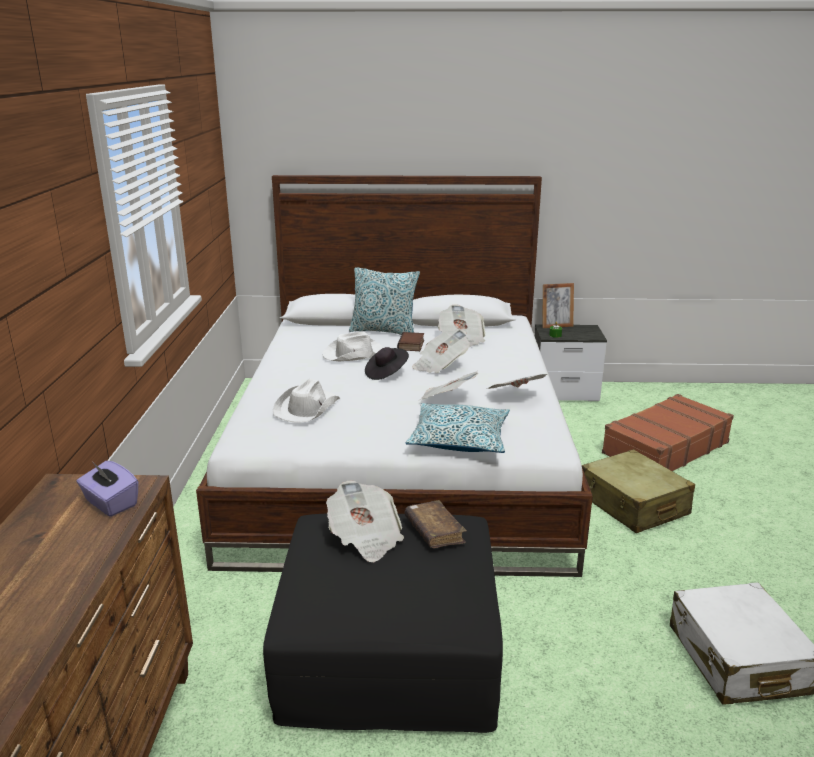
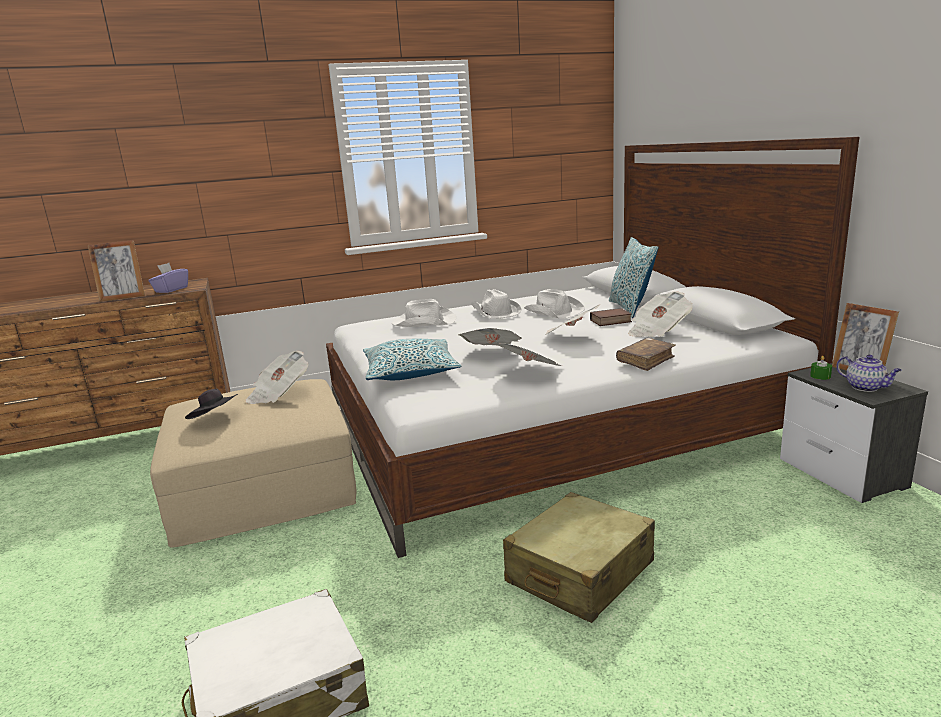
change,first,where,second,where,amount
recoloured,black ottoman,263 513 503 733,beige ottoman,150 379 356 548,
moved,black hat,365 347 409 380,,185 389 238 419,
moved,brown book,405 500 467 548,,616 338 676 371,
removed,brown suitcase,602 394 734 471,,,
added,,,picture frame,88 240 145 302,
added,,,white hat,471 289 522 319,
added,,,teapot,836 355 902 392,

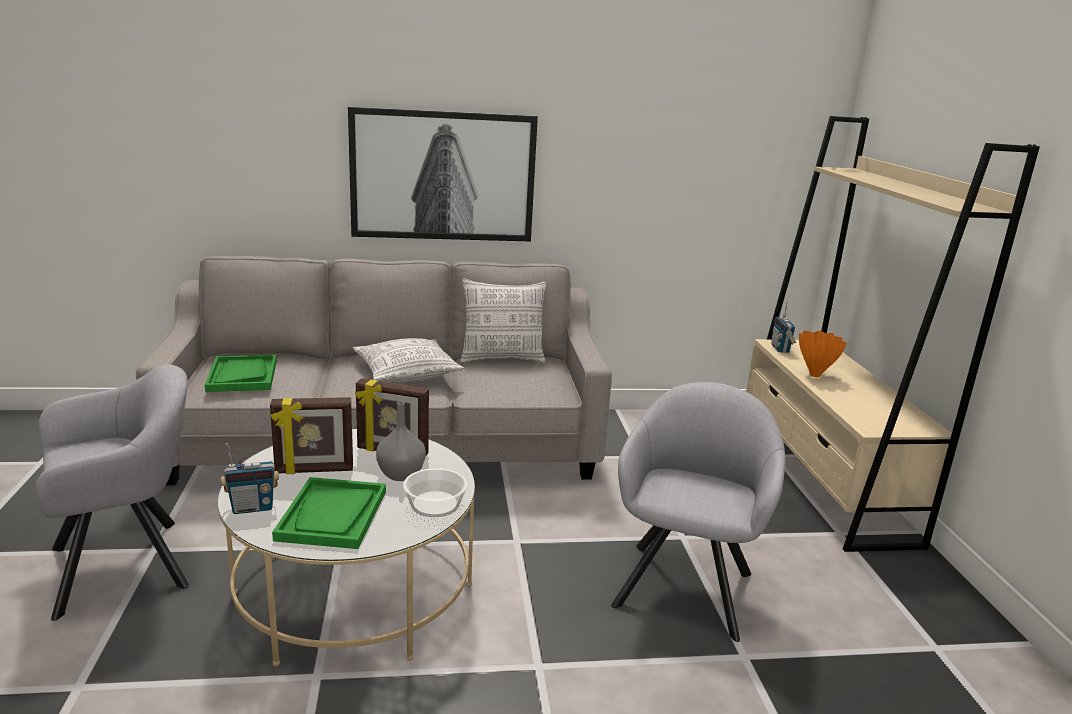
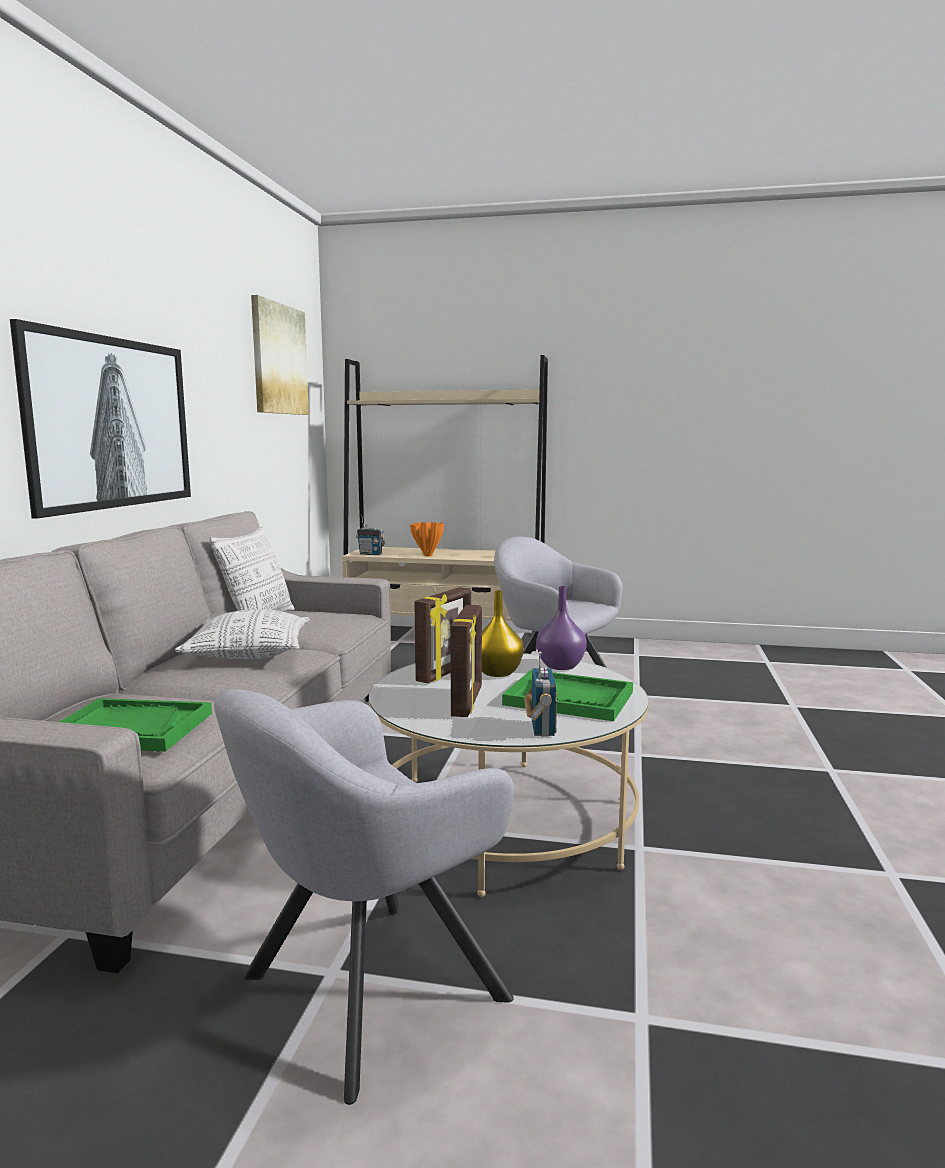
change,first,where,second,where,amount
turned,grey armchair,35 364 189 621,,214 689 514 1105,120 degrees counterclockwise
recoloured,grey vase,376 402 426 481,yellow vase,482 590 524 677,
replaced,bowl,403 468 467 517,purple vase,536 586 587 670,
added,,,picture,251 295 309 415,

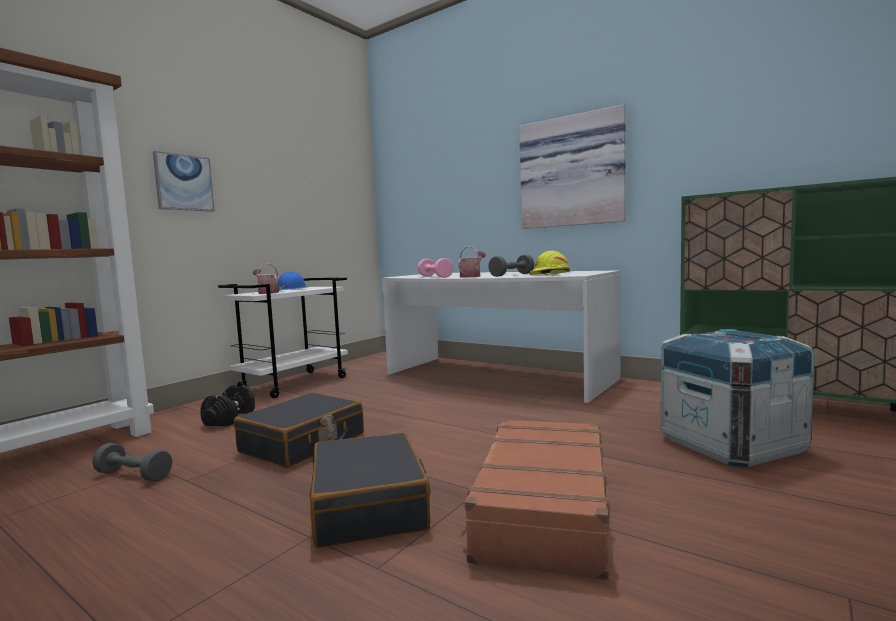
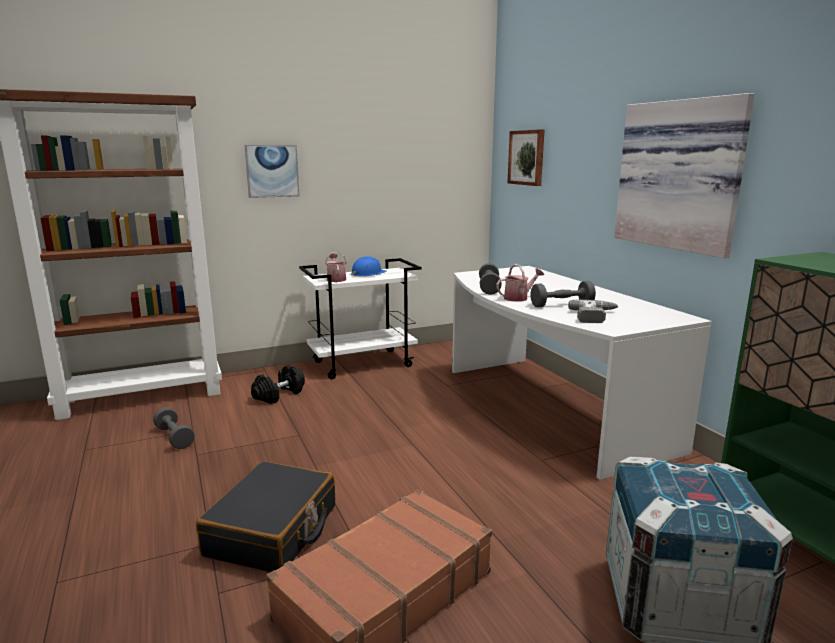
change,first,where,second,where,amount
removed,black suitcase,234 393 364 468,,,
recoloured,pink dumbbell,418 258 454 278,grey dumbbell,479 263 502 295,
replaced,yellow hard hat,529 251 570 275,power drill,568 299 618 323,
added,,,picture,507 129 545 186,

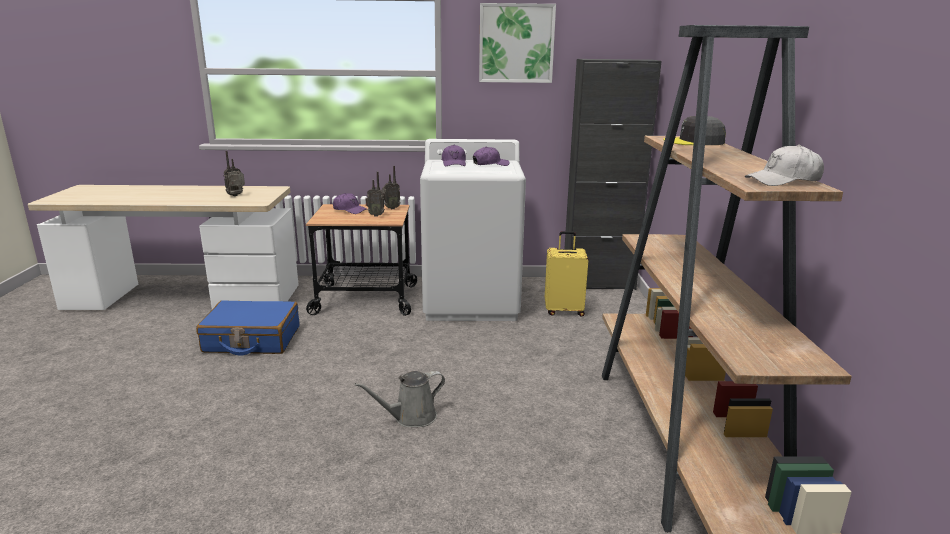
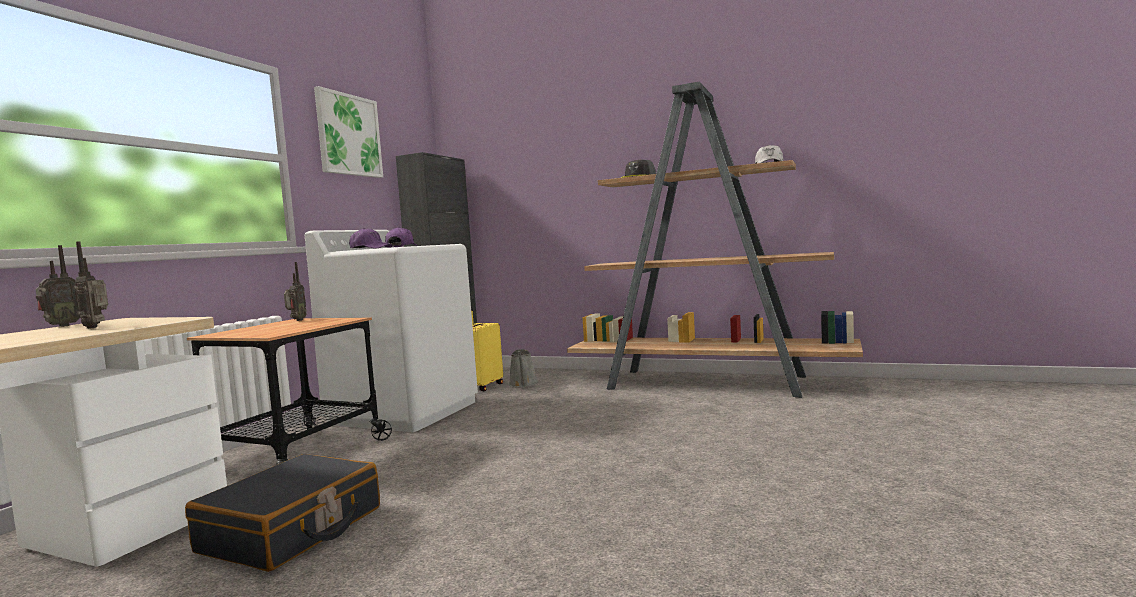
change,first,where,second,where,amount
recoloured,blue suitcase,196 300 299 355,black suitcase,185 454 380 572,
removed,purple cap,333 193 368 214,,,
moved,grey watering can,355 371 445 427,,508 349 538 387,
moved,radio,365 172 385 217,,35 245 80 327,

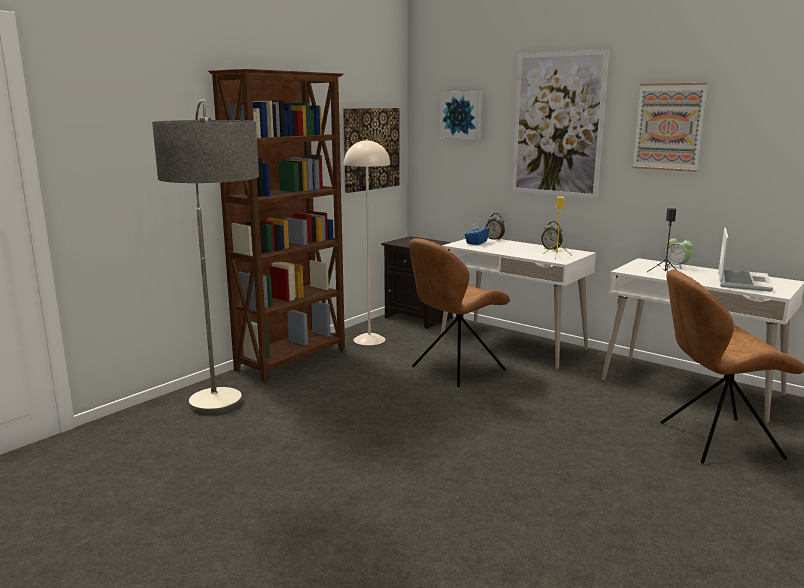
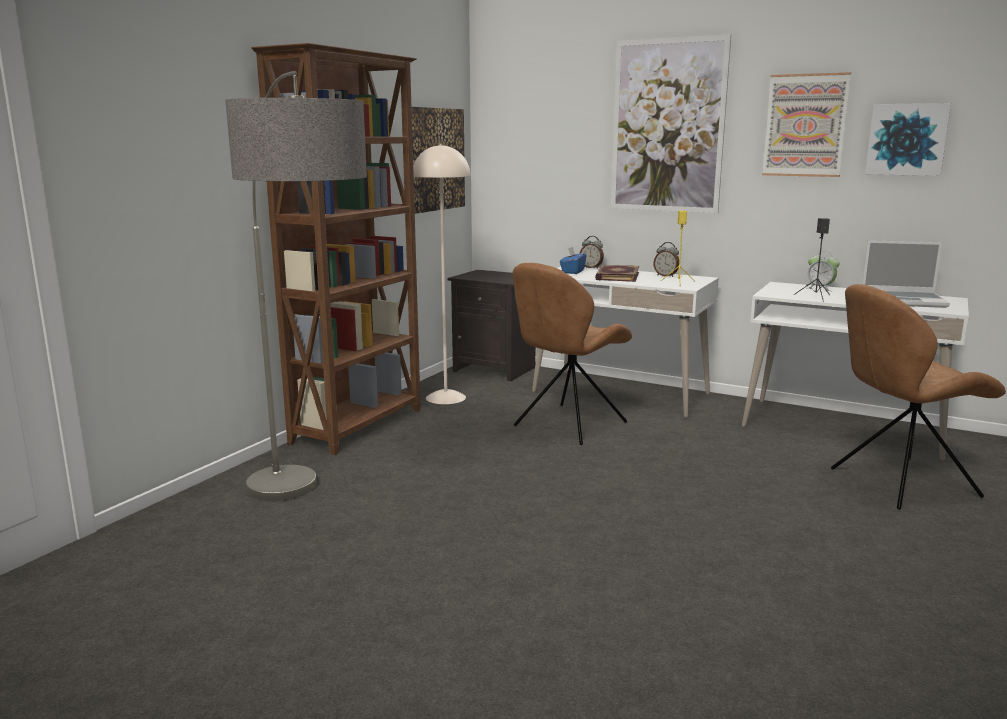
change,first,where,second,where,amount
moved,picture,440 91 483 140,,865 103 951 176,
turned,laptop,718 227 773 292,,862 240 950 308,90 degrees clockwise
added,,,book,595 265 639 282,

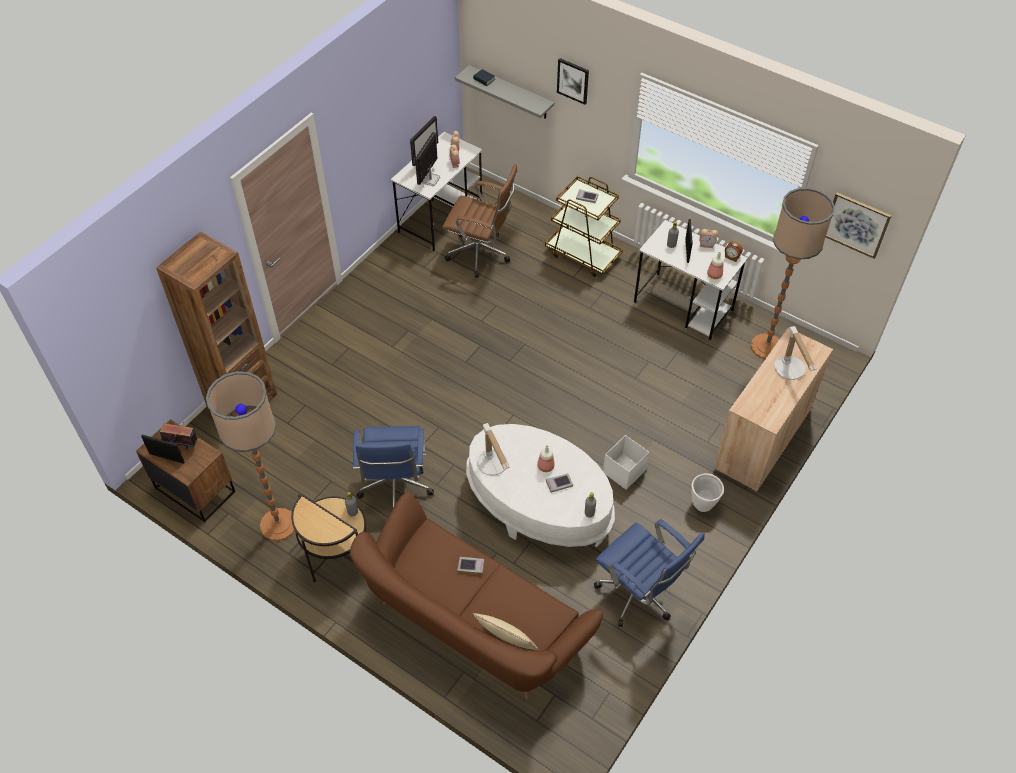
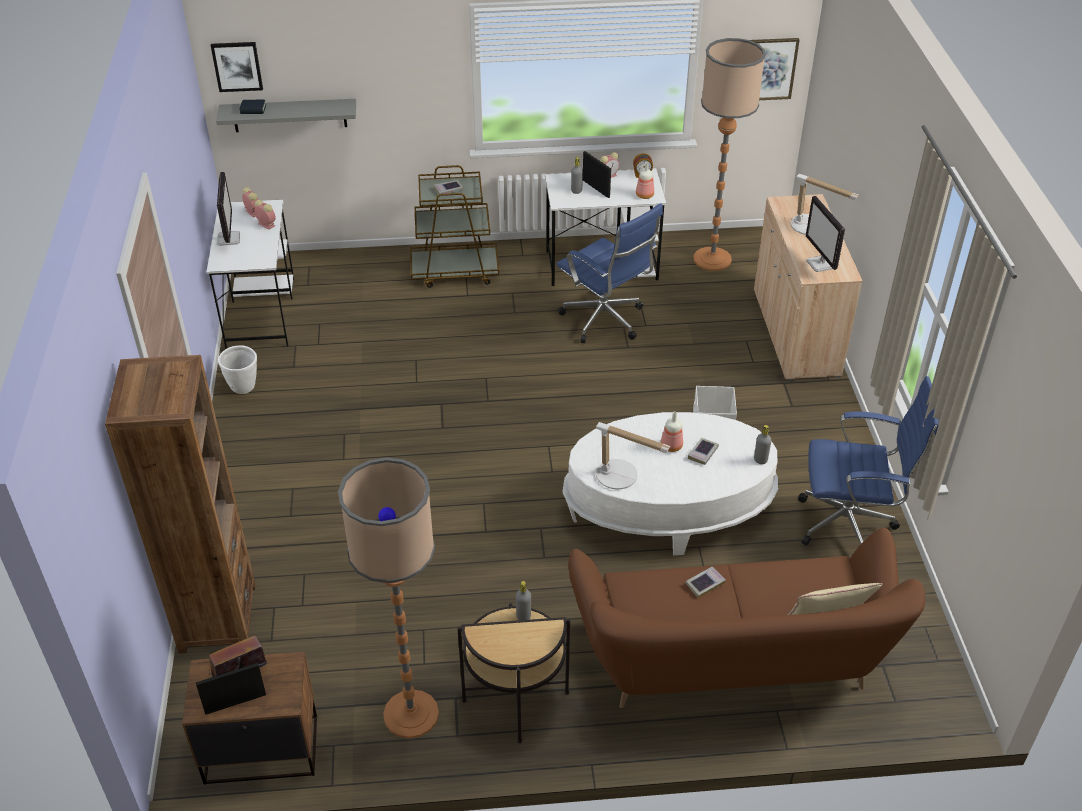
change,first,where,second,where,amount
moved,blue office chair,353 426 434 507,,557 203 663 343,
moved,monitor,415 132 440 186,,806 196 845 272,
removed,brown office chair,442 164 518 278,,,
moved,picture,557 58 589 105,,211 42 263 92,
moved,white planter,691 473 724 512,,218 345 257 394,

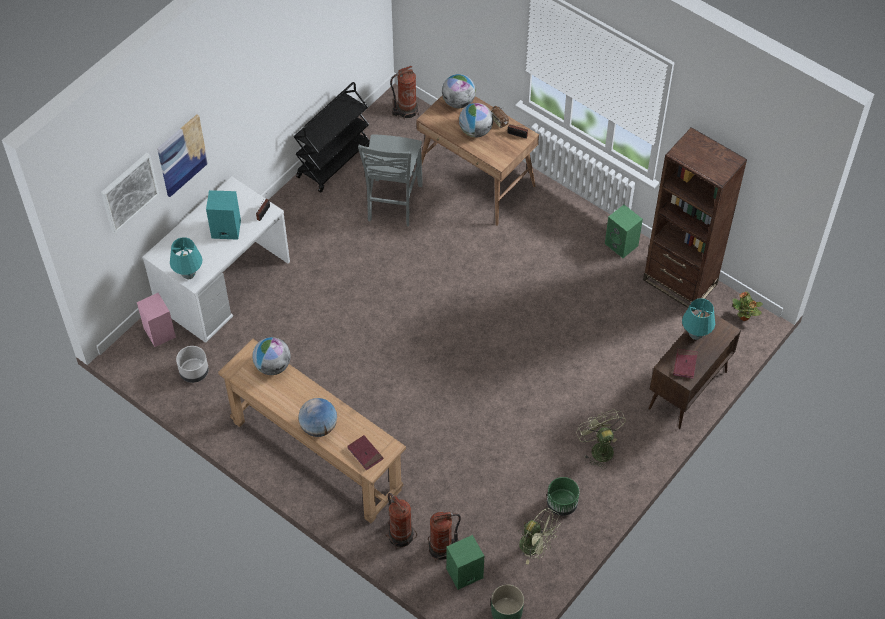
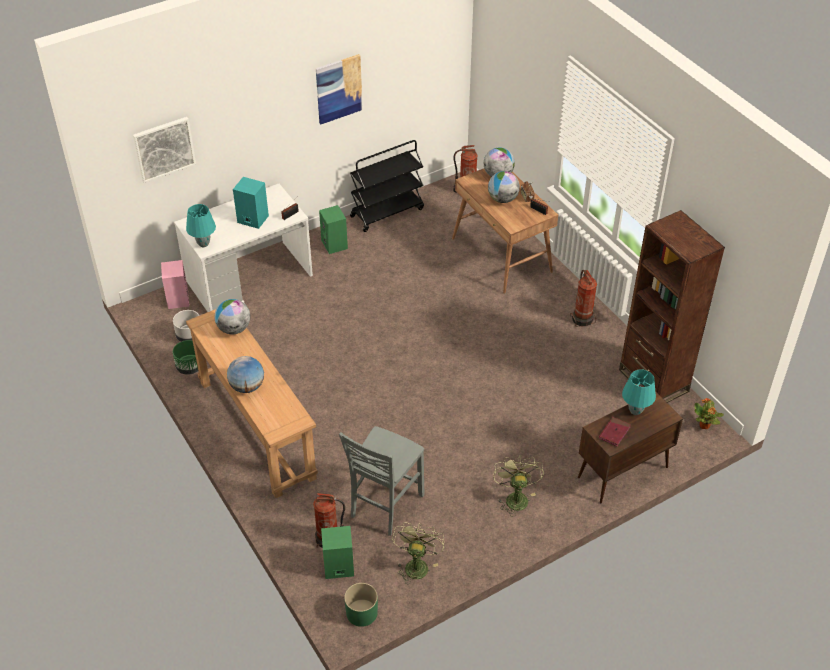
change,first,where,second,where,amount
moved,picture,157 114 208 197,,316 54 363 125,
removed,red book,347 435 384 470,,,
moved,grey chair,358 134 423 226,,339 426 424 536,
moved,fire extinguisher,386 493 417 550,,570 270 597 327,
turned,green fan,518 508 561 565,,392 522 444 584,135 degrees counterclockwise
moved,green planter,547 477 579 516,,173 340 198 375,
moved,green speaker,605 205 643 258,,319 205 348 254,

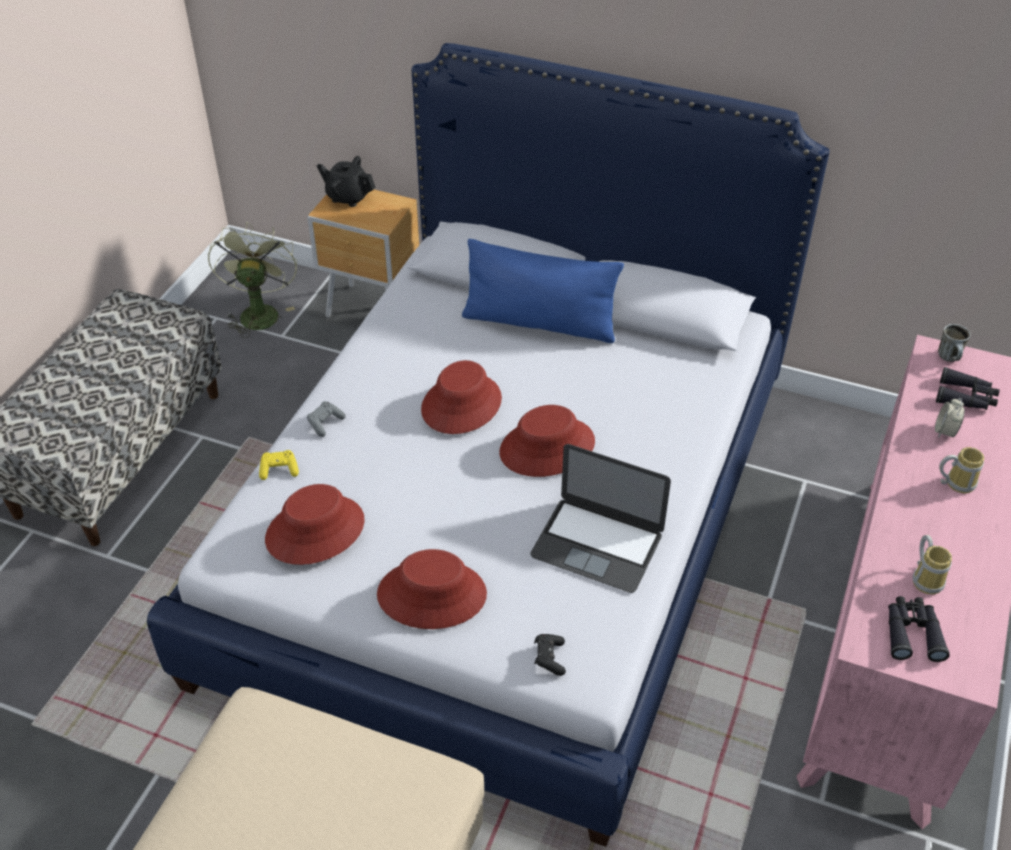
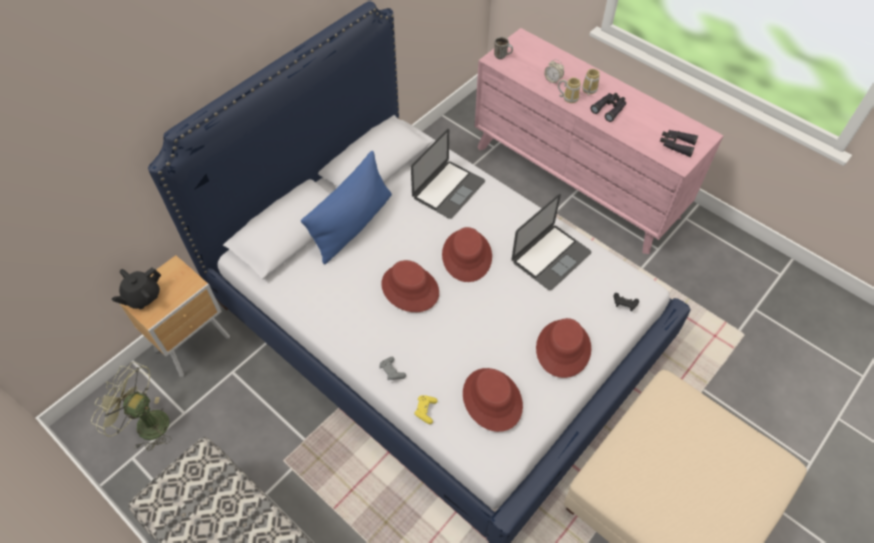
change,first,where,second,where,amount
moved,mug,913 535 952 595,,558 77 581 103,
moved,black binoculars,936 367 1000 410,,590 93 626 122,
added,,,laptop,411 129 485 219,

